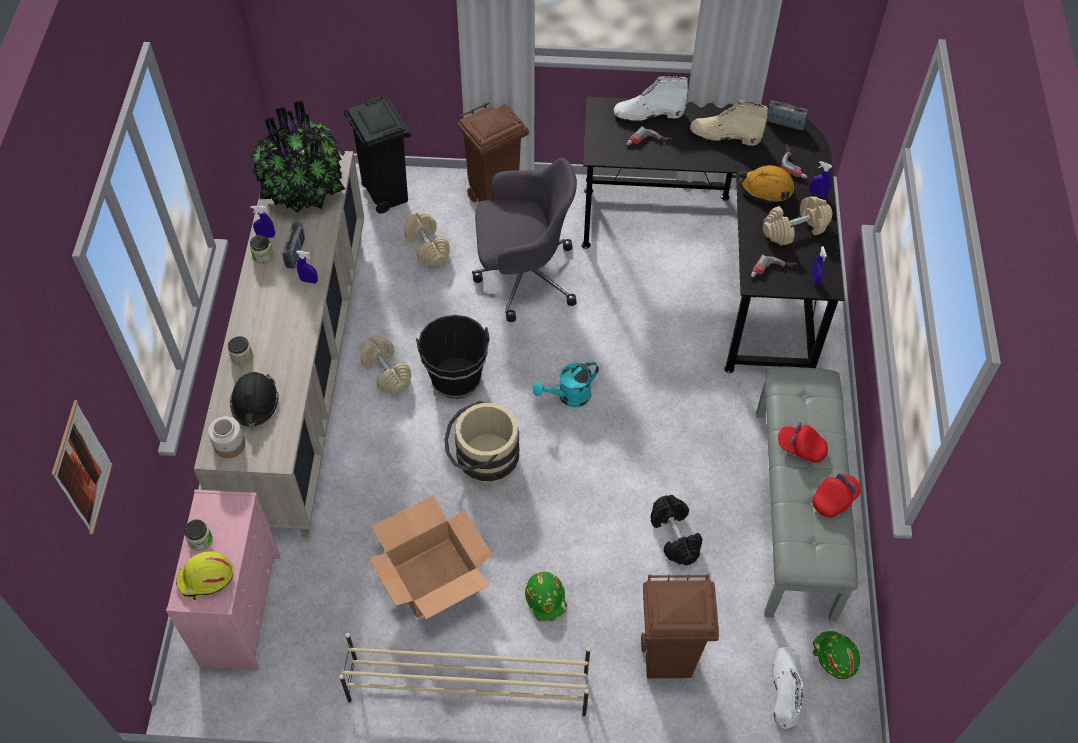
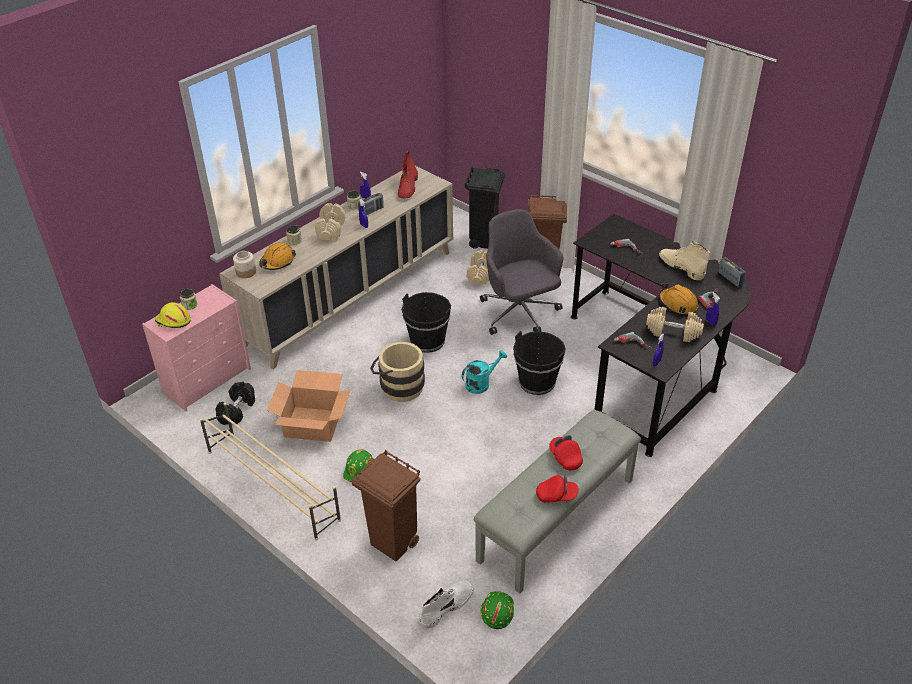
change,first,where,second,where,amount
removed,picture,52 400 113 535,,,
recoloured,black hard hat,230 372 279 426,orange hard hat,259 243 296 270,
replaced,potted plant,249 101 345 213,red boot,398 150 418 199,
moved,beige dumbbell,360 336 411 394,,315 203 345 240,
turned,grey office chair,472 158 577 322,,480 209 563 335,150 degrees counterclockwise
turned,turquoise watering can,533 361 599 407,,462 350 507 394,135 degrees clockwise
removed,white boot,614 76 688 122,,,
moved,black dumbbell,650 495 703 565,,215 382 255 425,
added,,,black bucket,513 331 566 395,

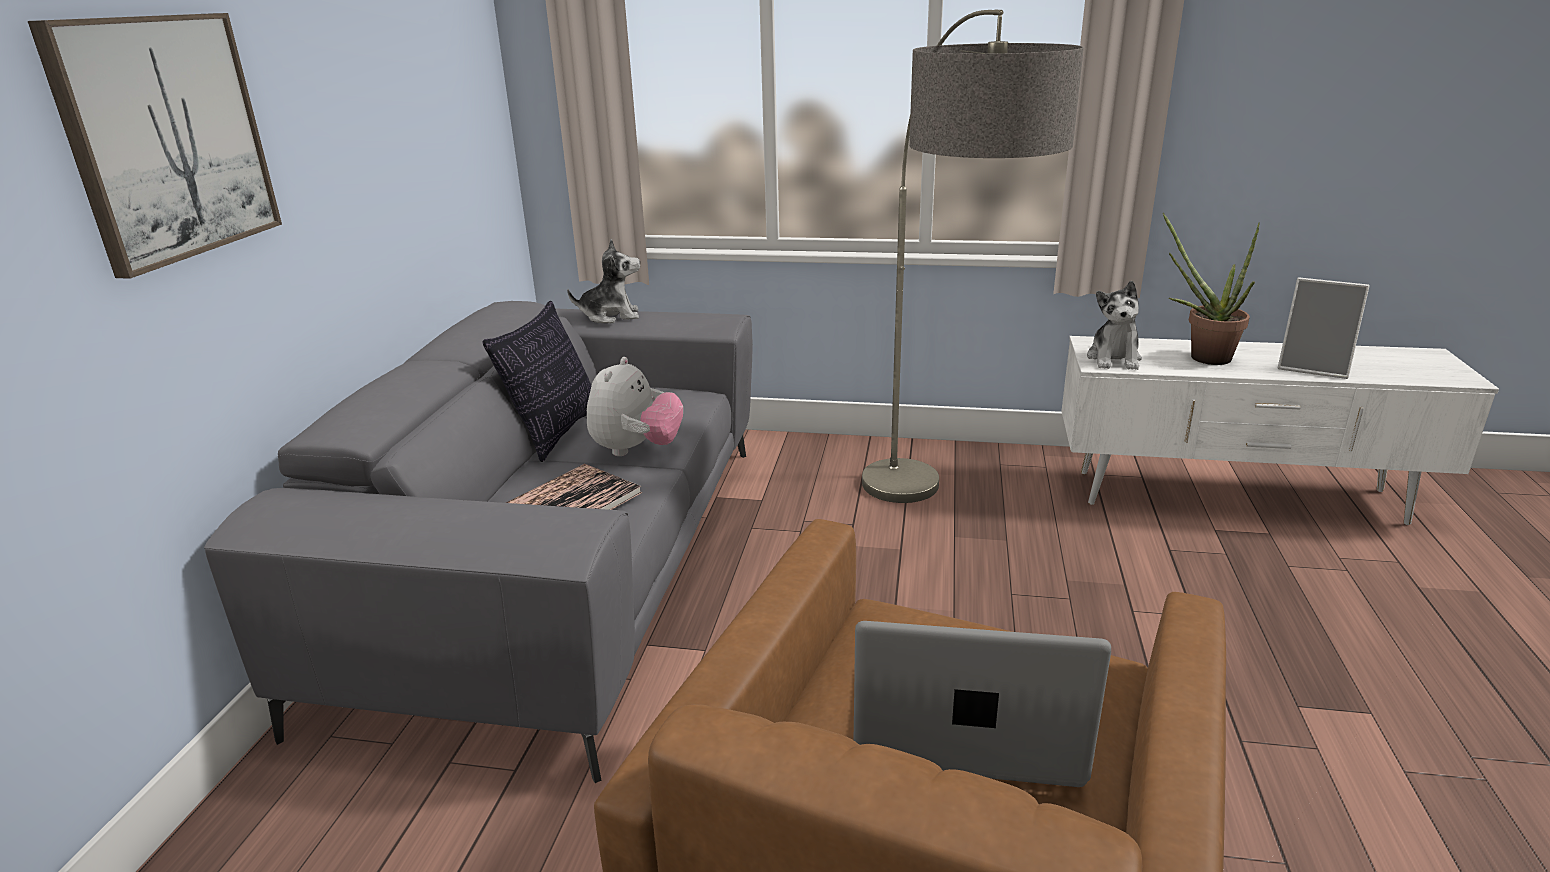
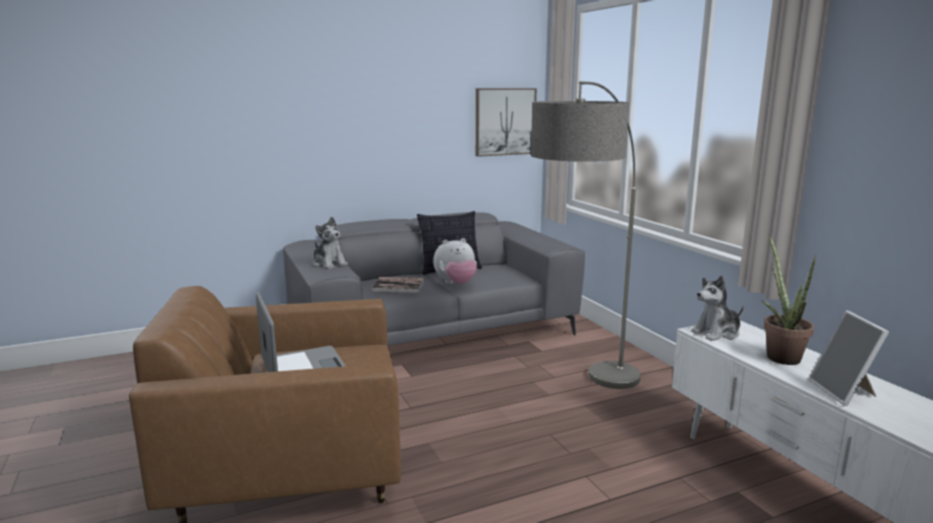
change,first,where,second,where,amount
moved,picture,28 13 282 279,,476 88 537 157,
moved,plush toy,567 239 640 323,,313 217 348 269,

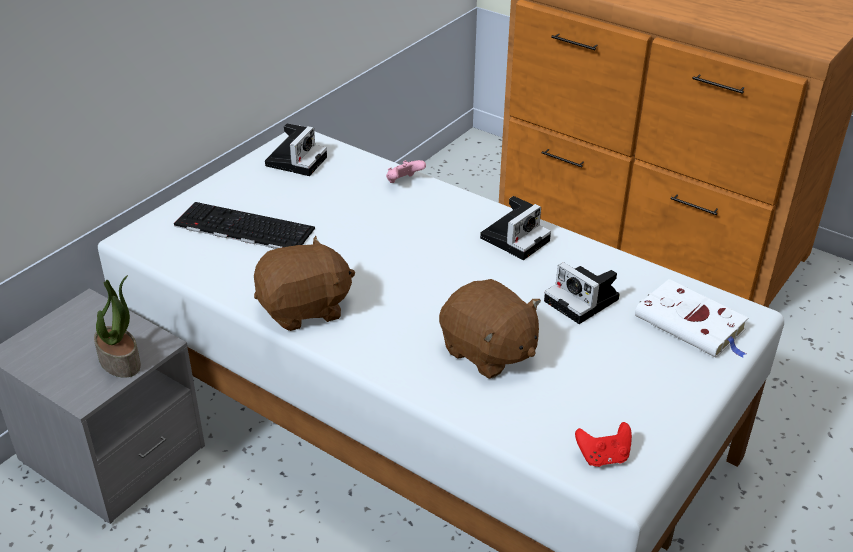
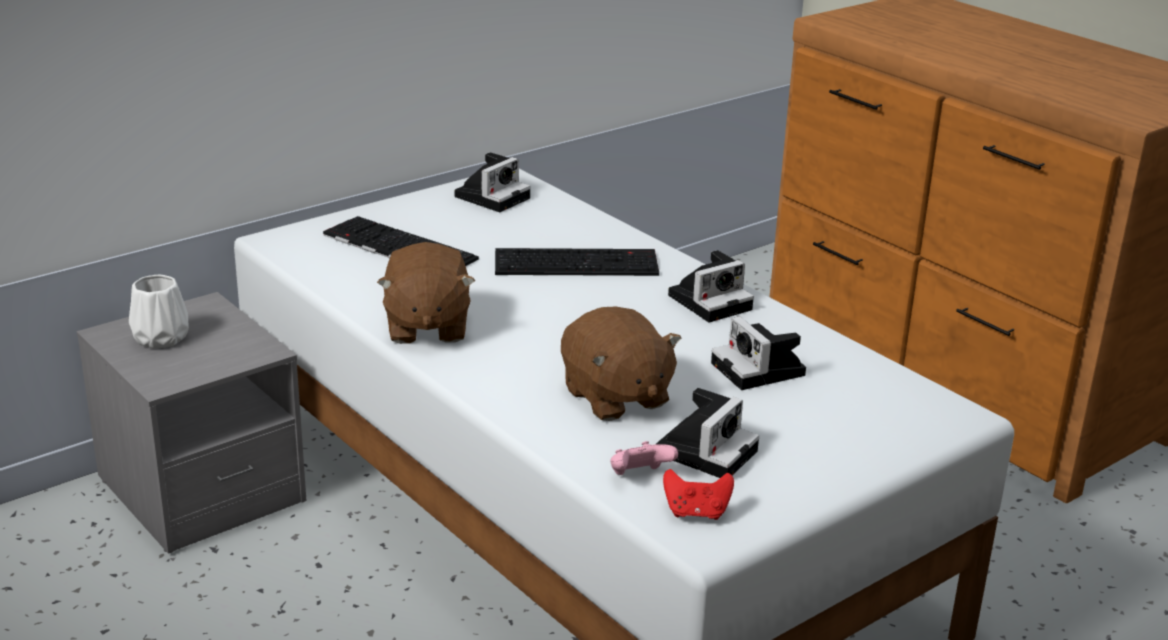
change,first,where,second,where,amount
removed,potted plant,94 275 141 378,,,
turned,brown plush toy,254 236 355 331,,377 242 475 344,90 degrees clockwise
moved,pink game controller,386 160 426 183,,610 441 678 475,
removed,white book,635 279 748 358,,,
added,,,white vase,129 275 189 349,
added,,,keyboard,495 248 659 276,
added,,,photo camera,655 388 759 478,

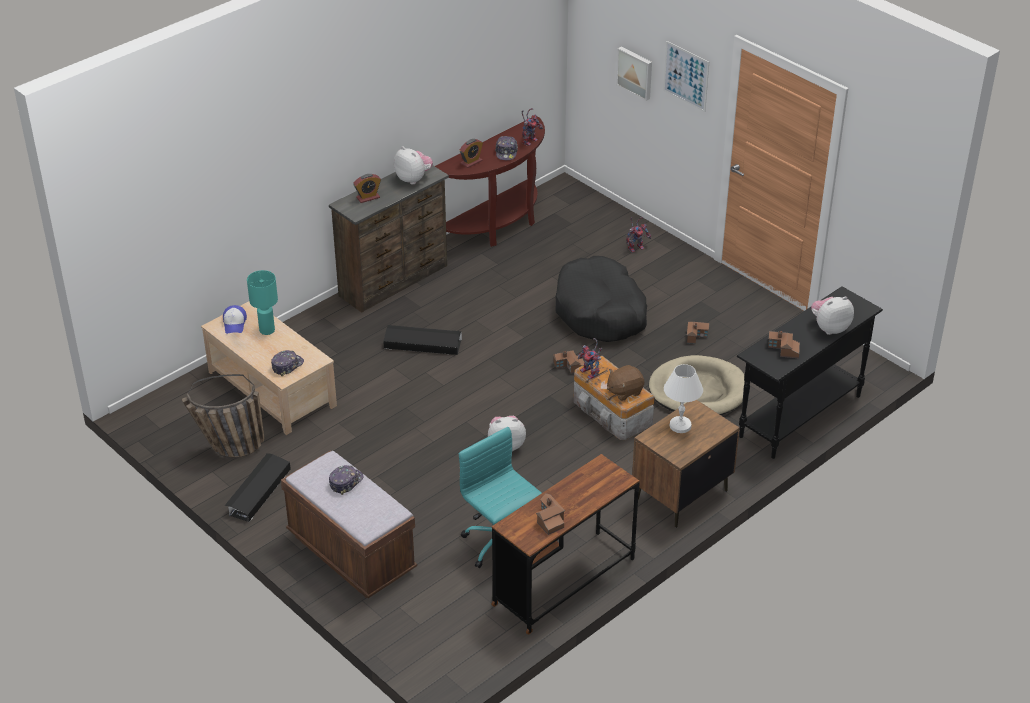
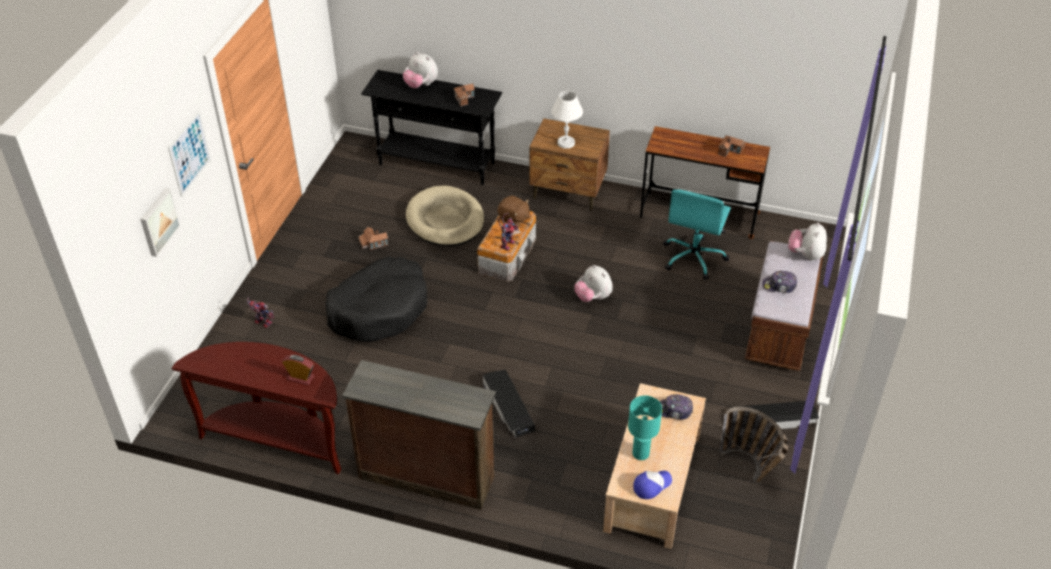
change,first,where,second,where,amount
removed,alarm clock,353 174 381 203,,,
moved,plush toy,394 146 433 185,,788 222 827 261,
removed,cap,495 136 518 160,,,
removed,toy robot,522 108 543 146,,,
removed,toy house,553 350 585 374,,,

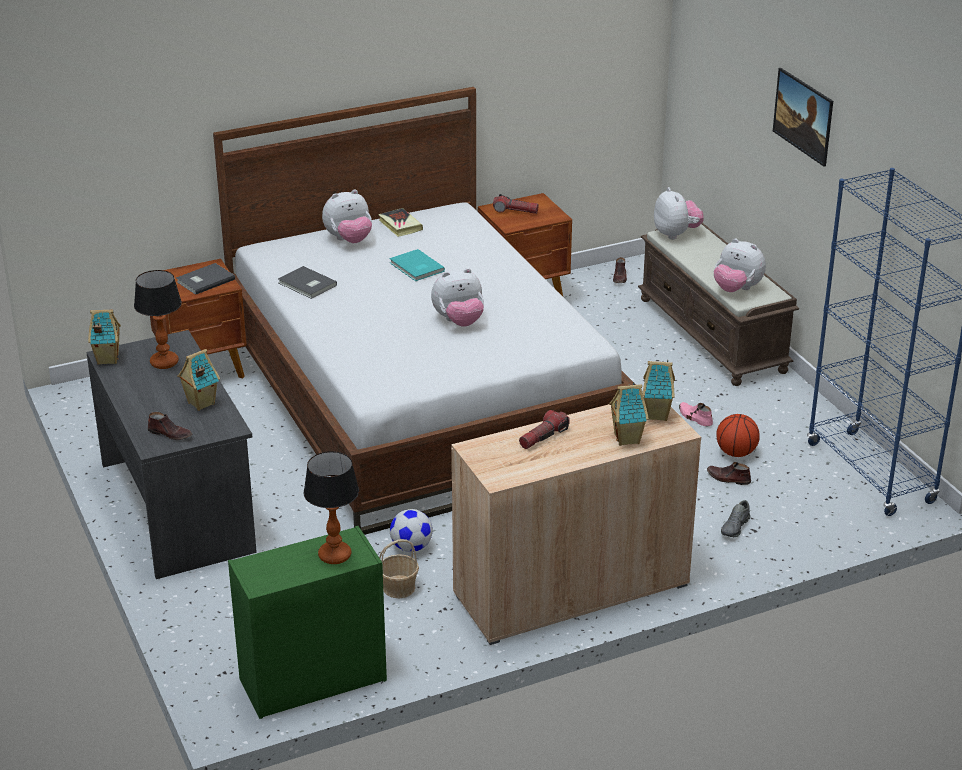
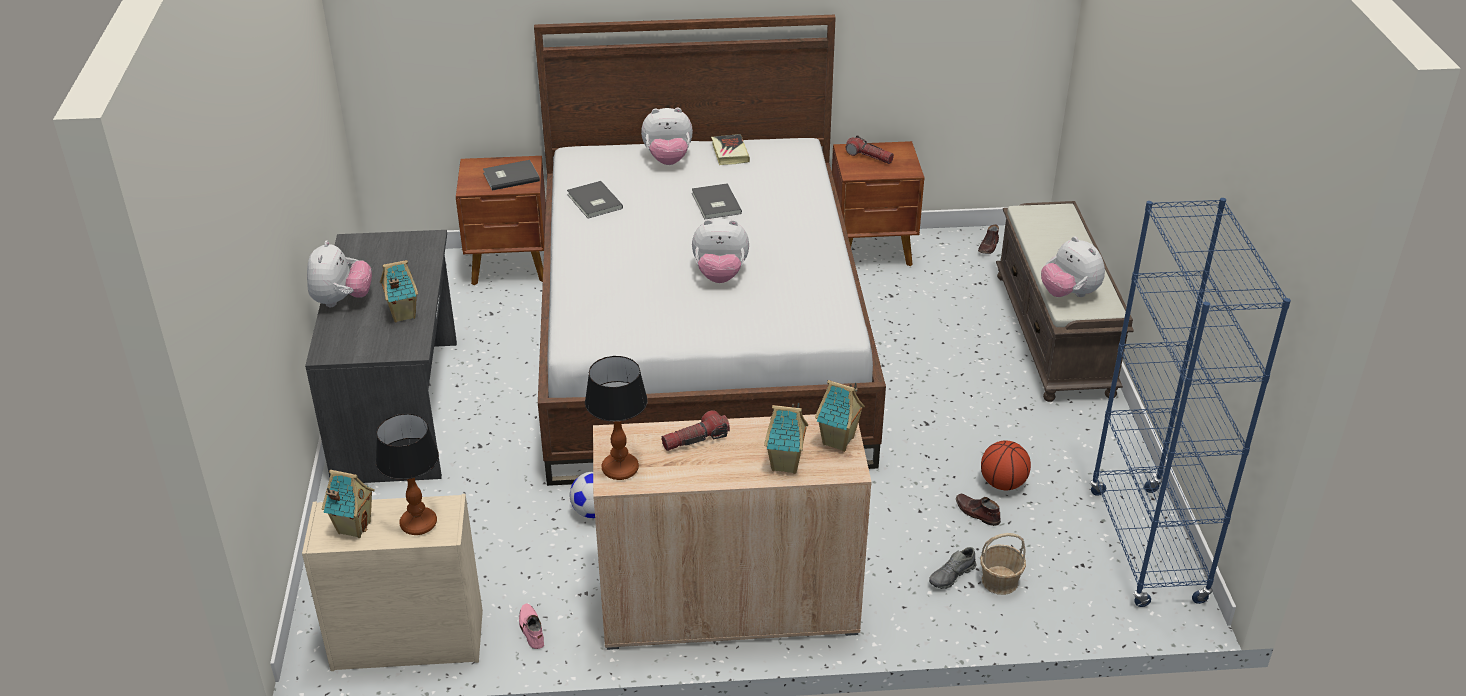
change,first,where,second,where,amount
moved,toy house,88 309 121 365,,322 470 375 538,
moved,table lamp,134 270 182 369,,585 356 648 480,
removed,brown shoe,148 412 192 440,,,
recoloured,green dresser,228 526 387 719,beige dresser,302 494 483 671,
moved,basket,379 539 419 598,,980 533 1026 595,
recoloured,turquoise book,389 249 445 281,grey book,692 183 742 220,
moved,plush toy,654 187 704 240,,307 241 372 307,
moved,pink shoe,679 402 713 427,,519 604 544 649,
removed,picture,773 68 833 167,,,

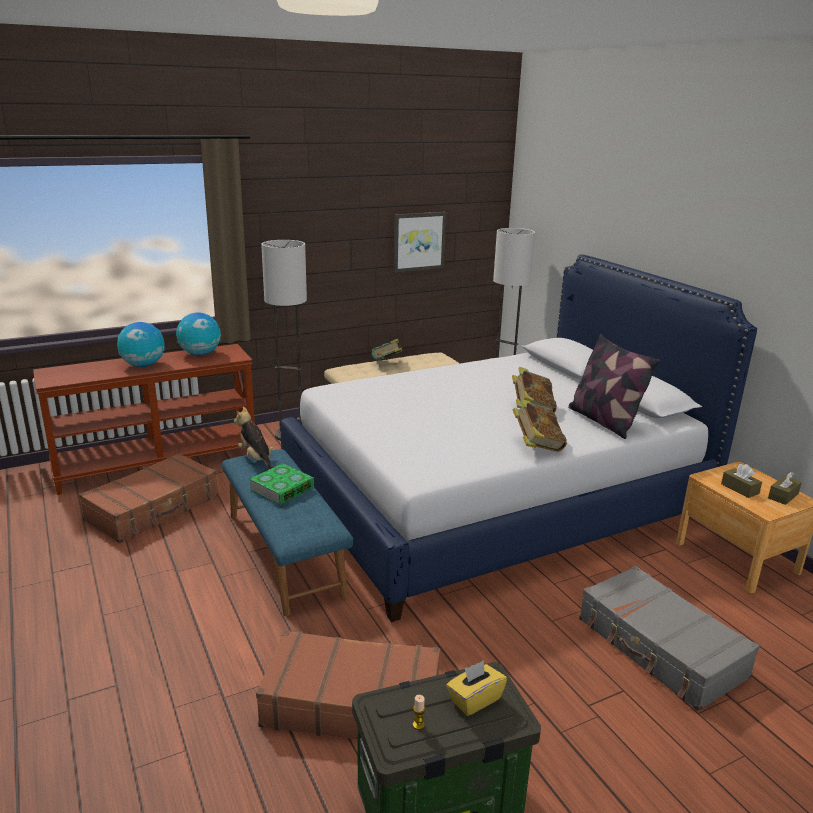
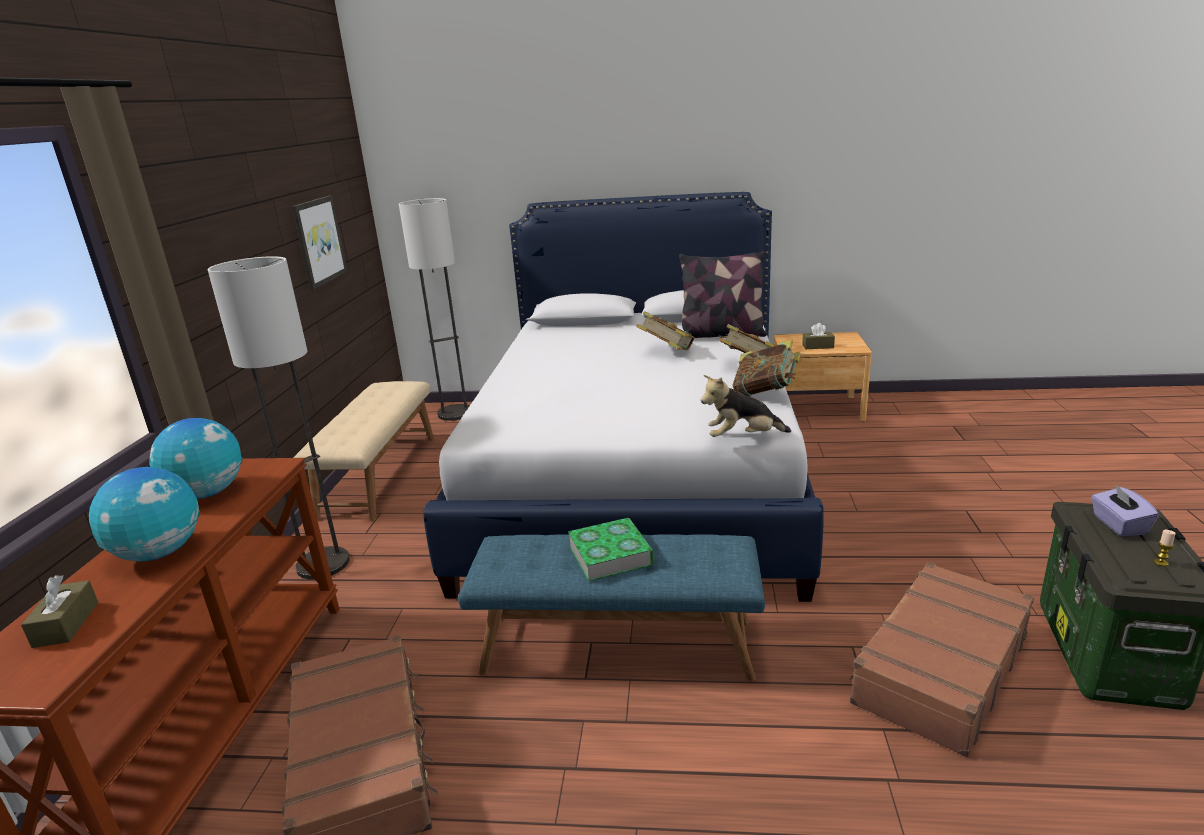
change,first,where,second,where,amount
moved,plush toy,234 407 274 469,,701 375 791 437,
moved,book,372 339 402 361,,733 339 801 396,
recoloured,yellow tissue box,446 660 507 716,purple tissue box,1091 484 1159 536,
removed,grey suitcase,579 566 760 711,,,
moved,brown tissue box,768 472 802 505,,21 575 98 648,

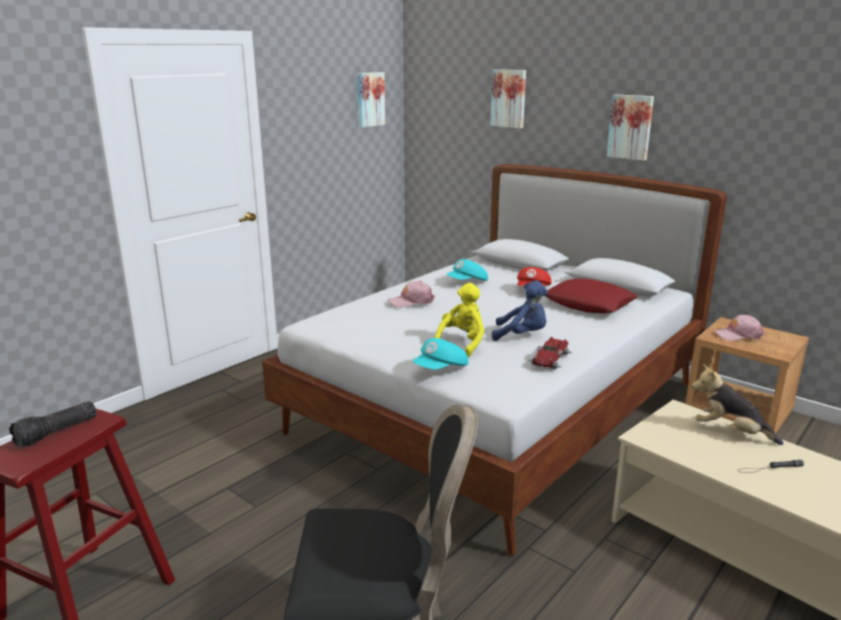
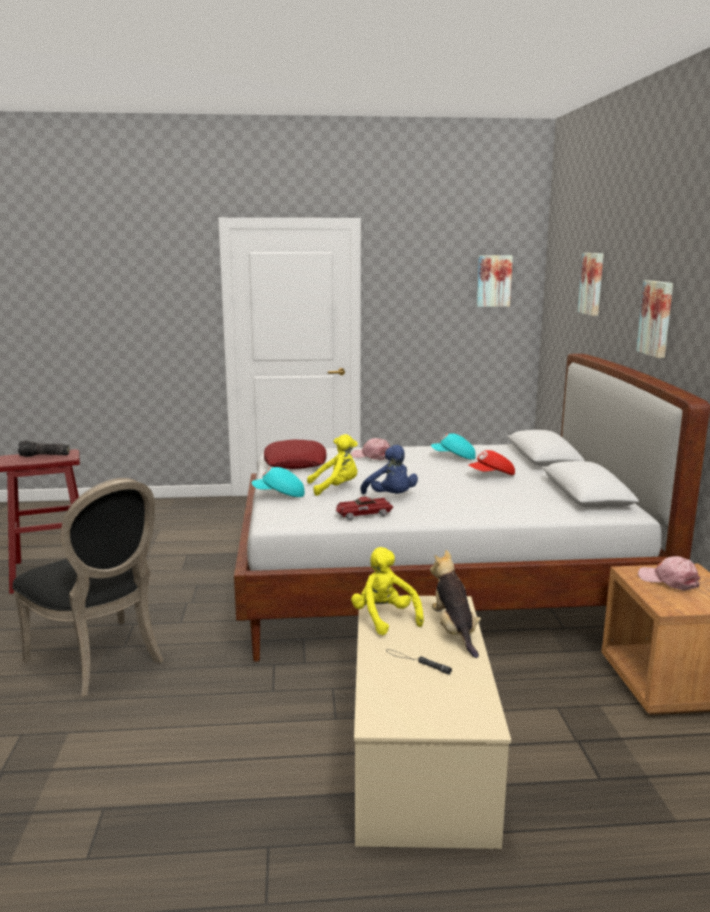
change,first,where,second,where,amount
moved,red pillow,546 278 638 313,,264 439 326 469,
added,,,yellow plush toy,351 547 424 636,

